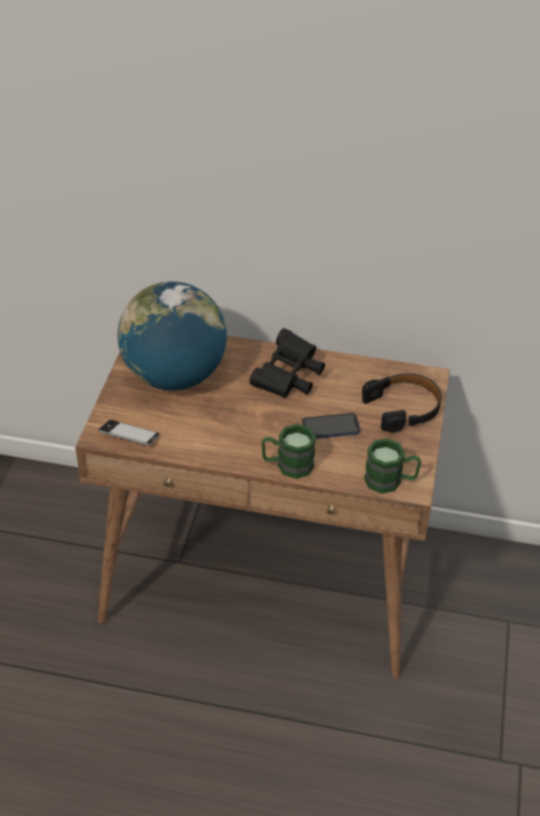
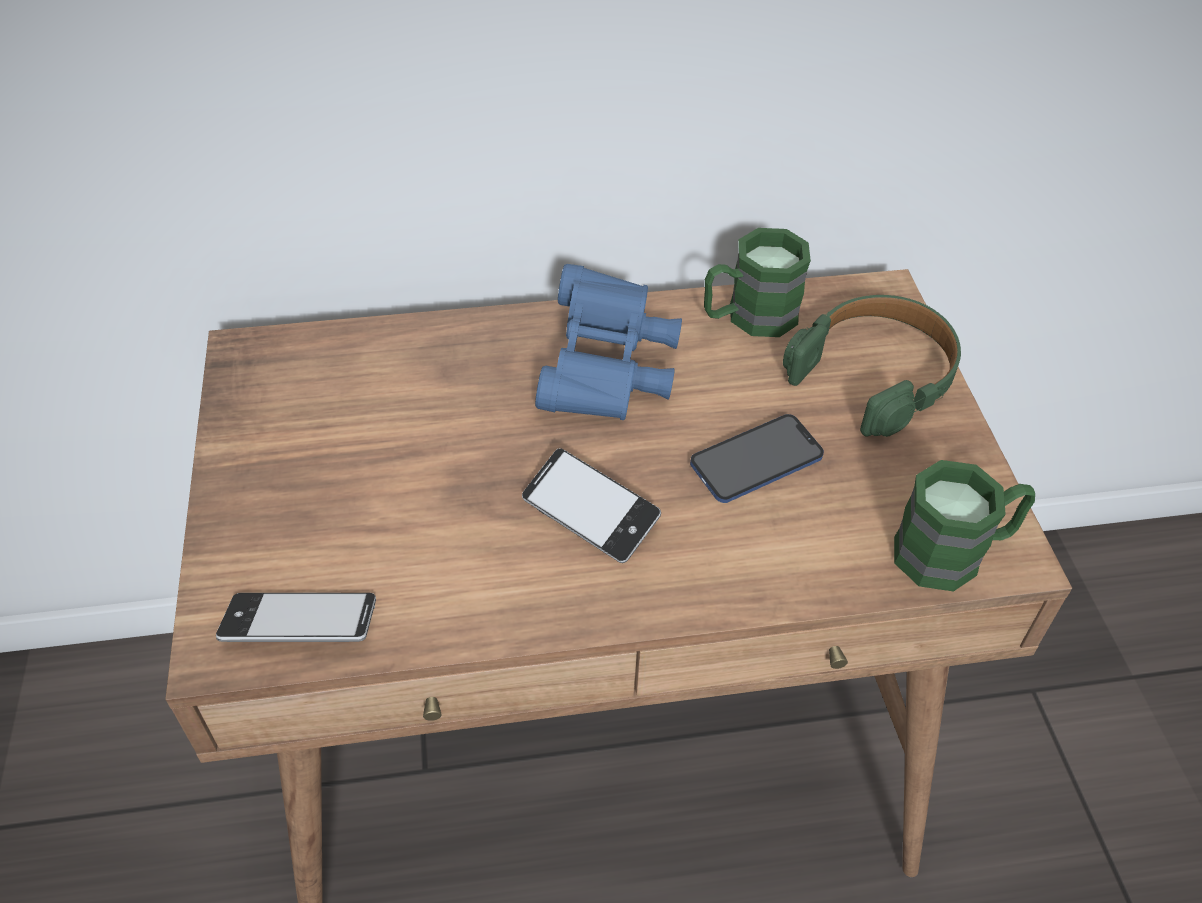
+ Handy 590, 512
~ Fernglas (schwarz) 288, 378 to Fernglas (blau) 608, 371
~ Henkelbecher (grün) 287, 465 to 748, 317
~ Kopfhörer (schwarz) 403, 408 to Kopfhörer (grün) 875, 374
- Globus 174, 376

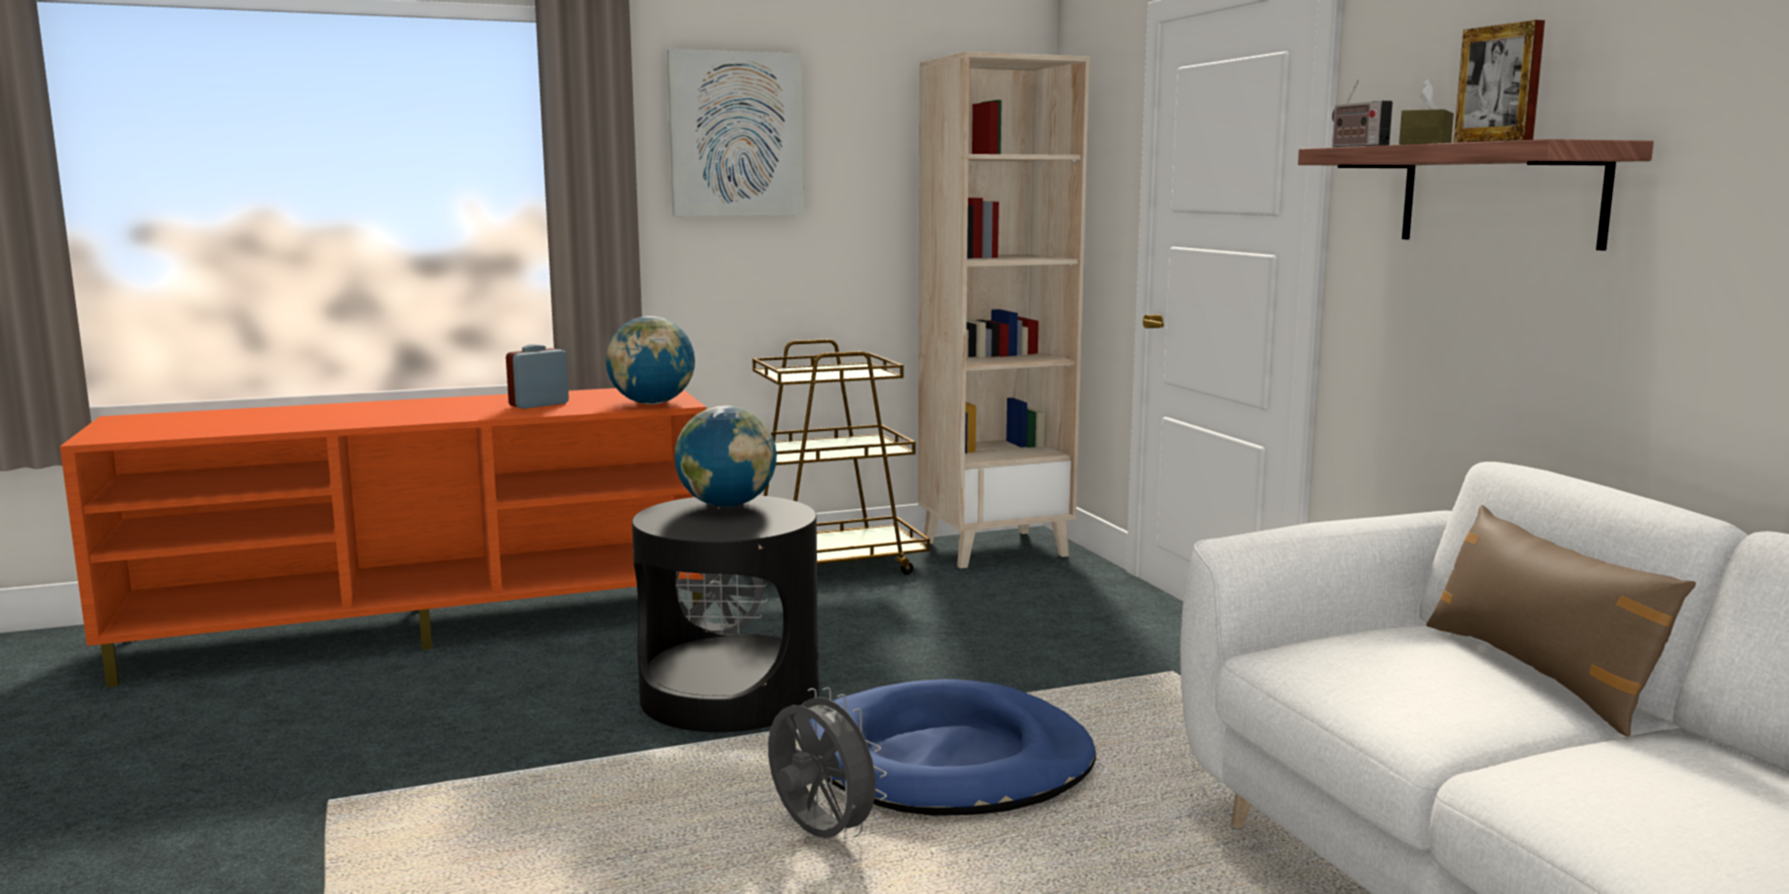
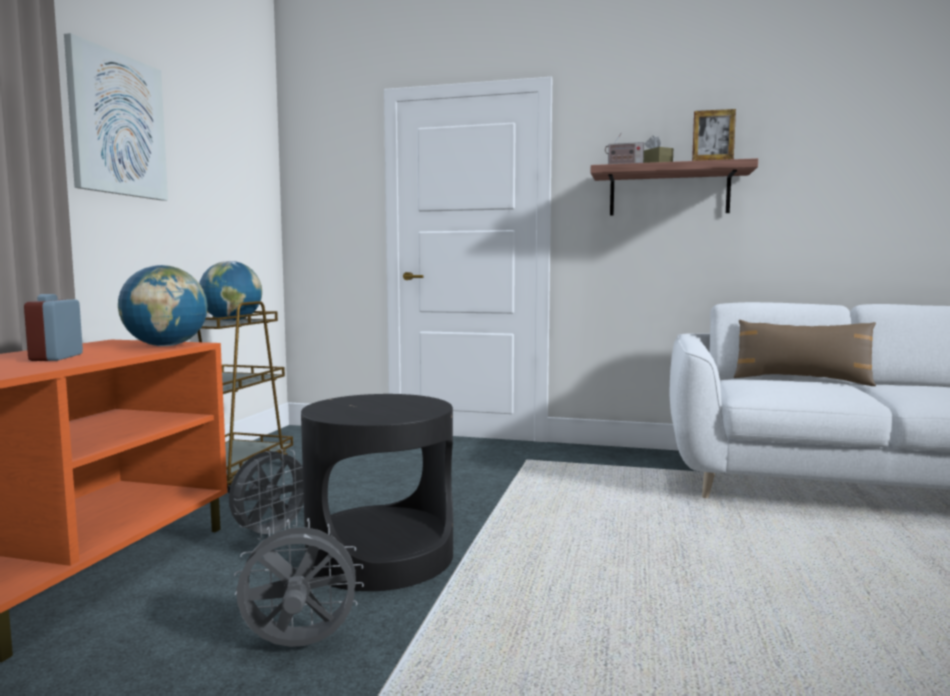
~ Globus 727, 505 to 232, 321
~ Ventilator (grau) 820, 836 to 299, 647
- Hundebett (blau) 949, 761
- Bücherregal (beige) 995, 548

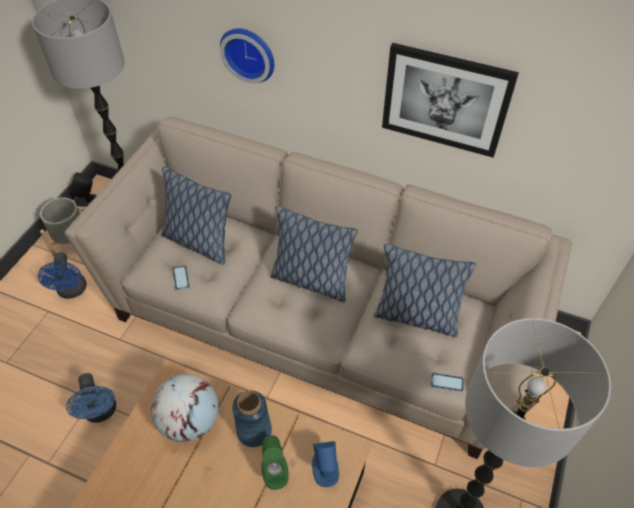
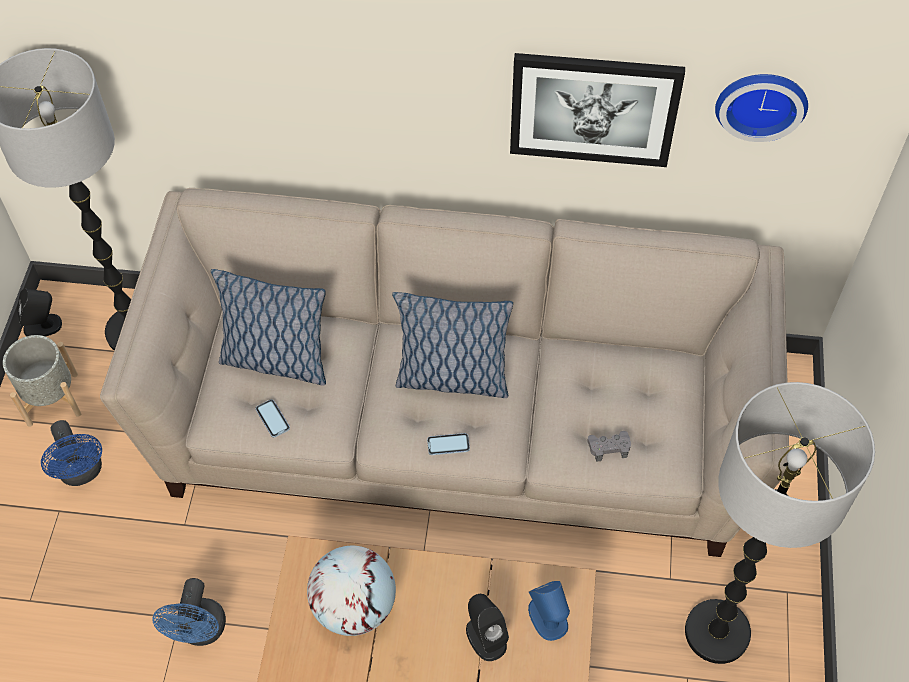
~ Ventilator (blau) 101, 412 = 200, 632 45 degrees clockwise
~ Handy 447, 383 to 448, 445
~ Lautsprecher (grün) 274, 470 to Lautsprecher (schwarz) 486, 637
+ Gamepad (grau) 609, 447
~ Wanduhr 249, 53 to 761, 101
- Vase (blau) 254, 430
- Kissen 415, 316

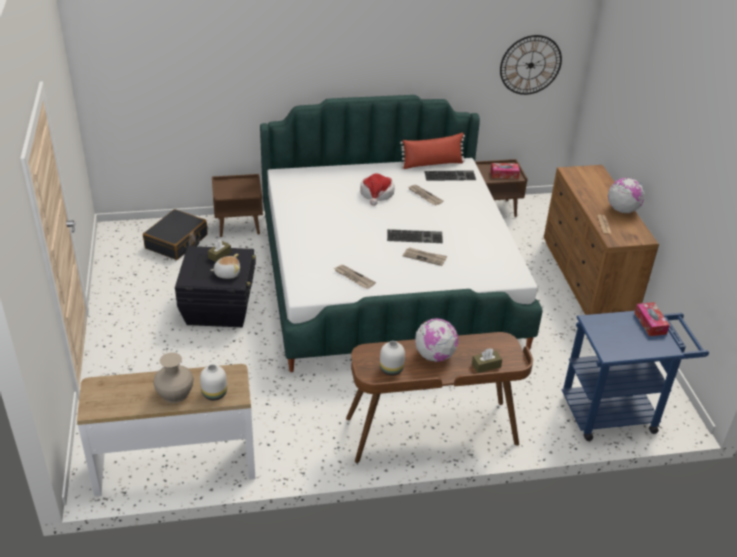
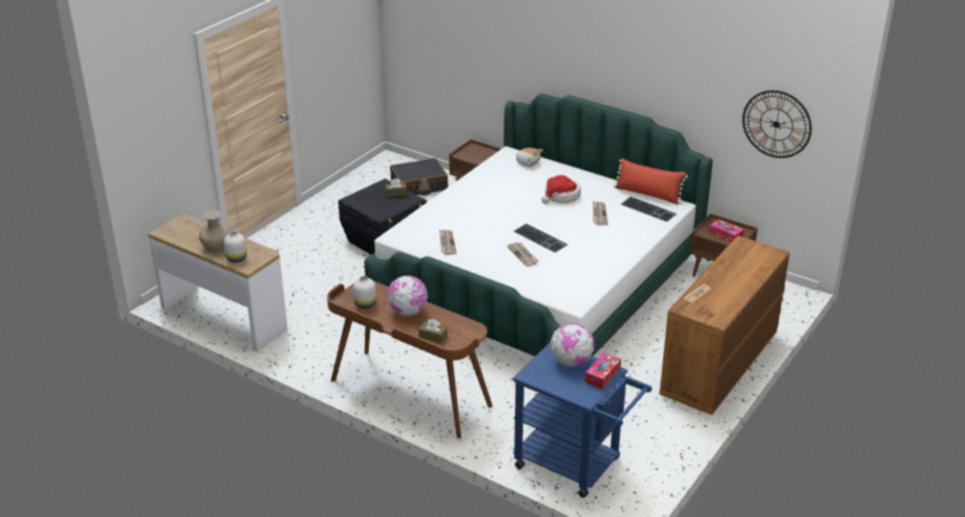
~ Plüschtier 227, 273 to 528, 163
~ Globus 622, 210 to 571, 361

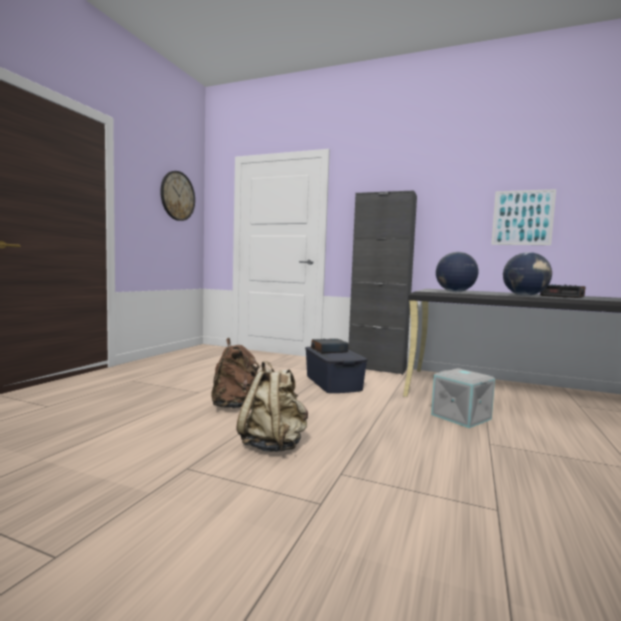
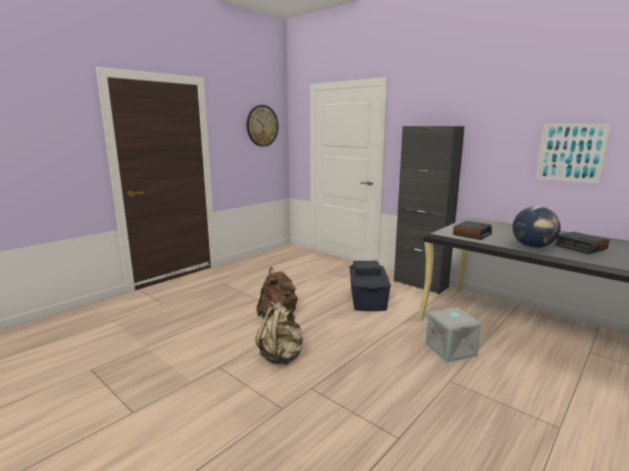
~ Globus 455, 292 to Wecker 472, 234

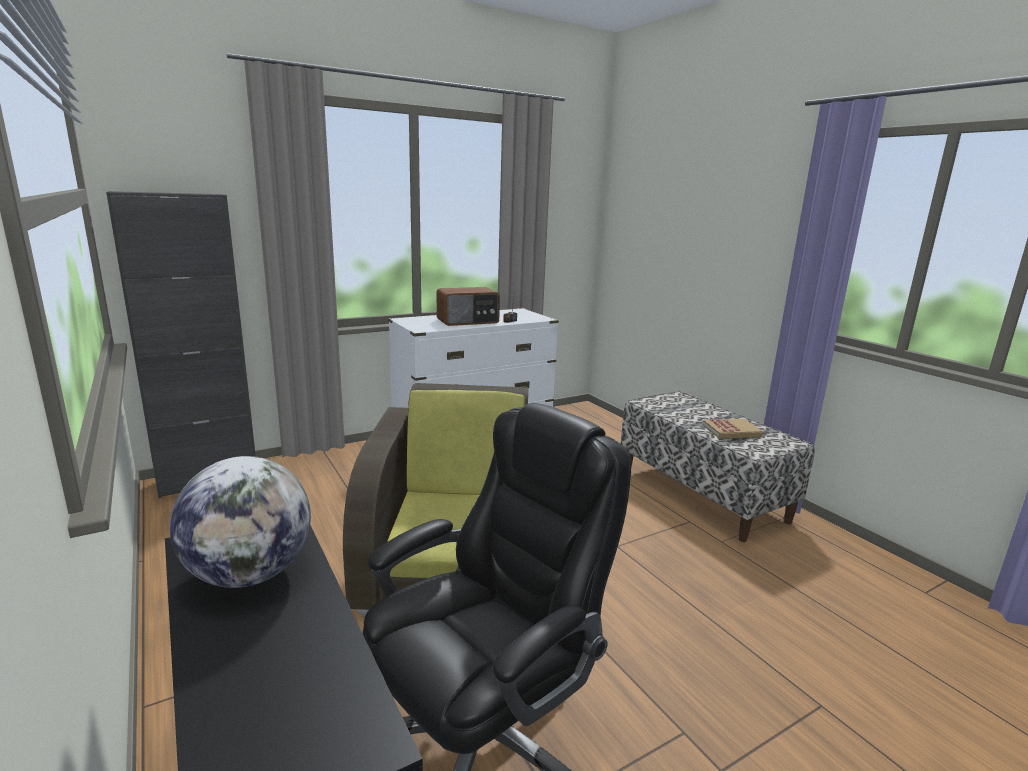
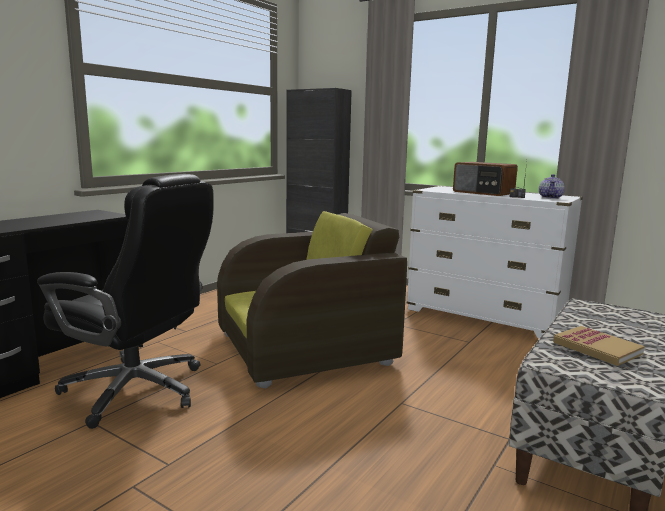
+ Teekanne 550, 197
- Globus 250, 574

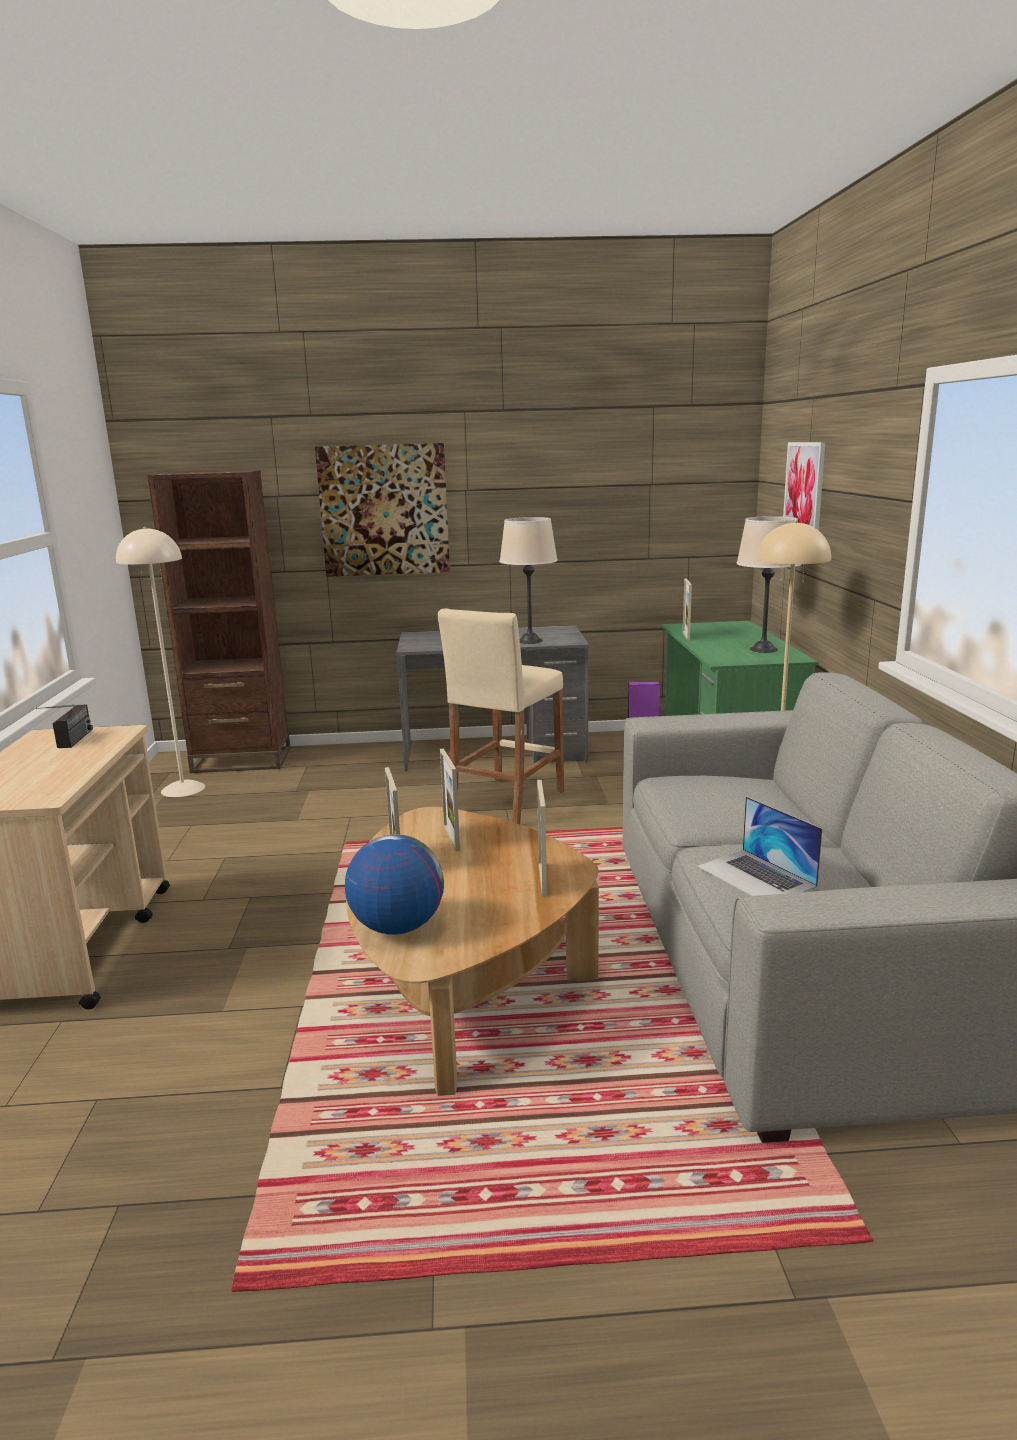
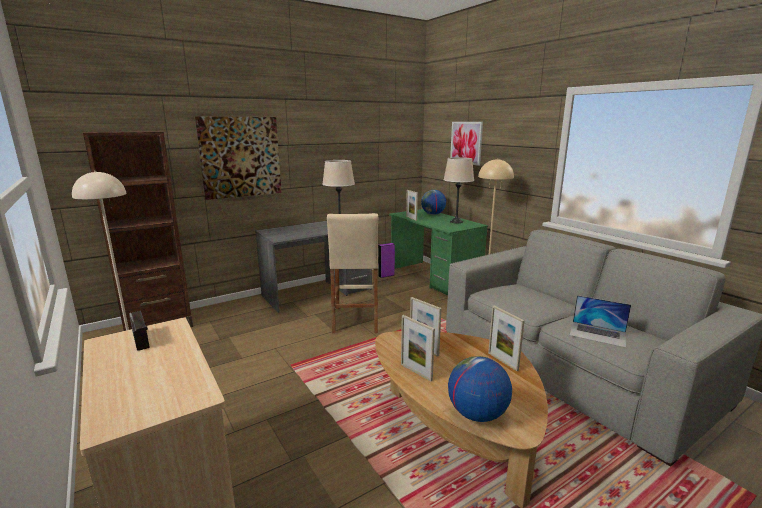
+ Globus 433, 214

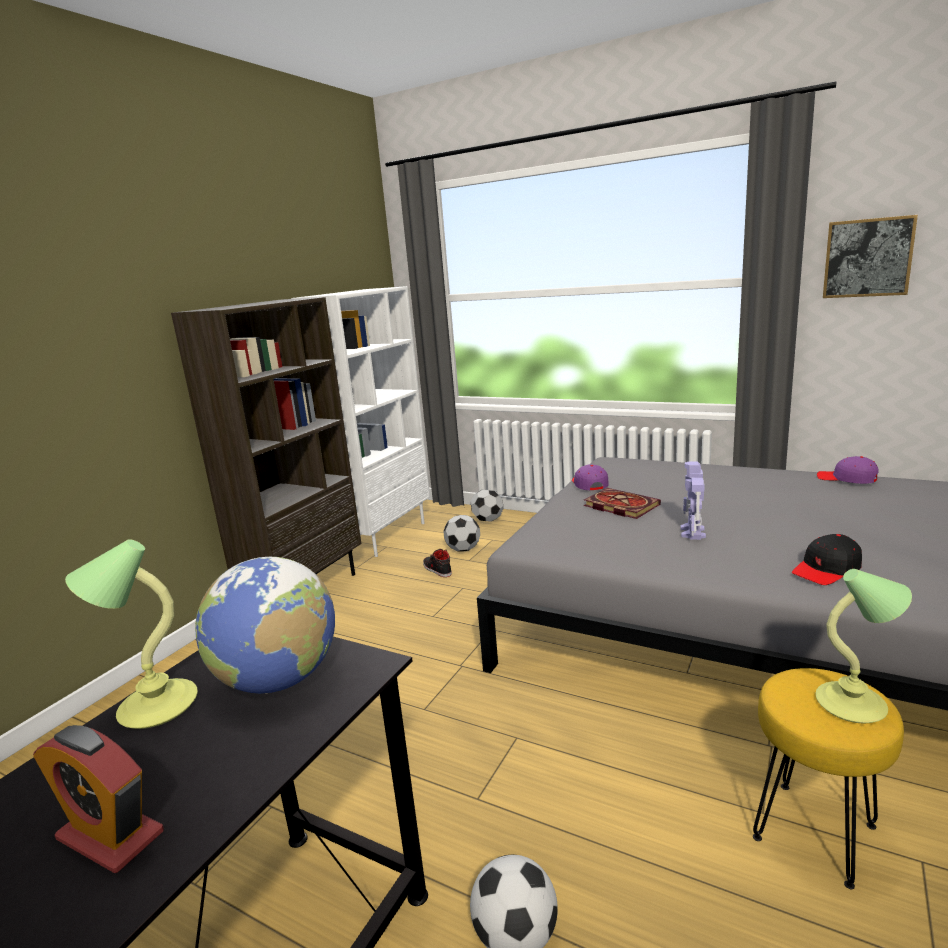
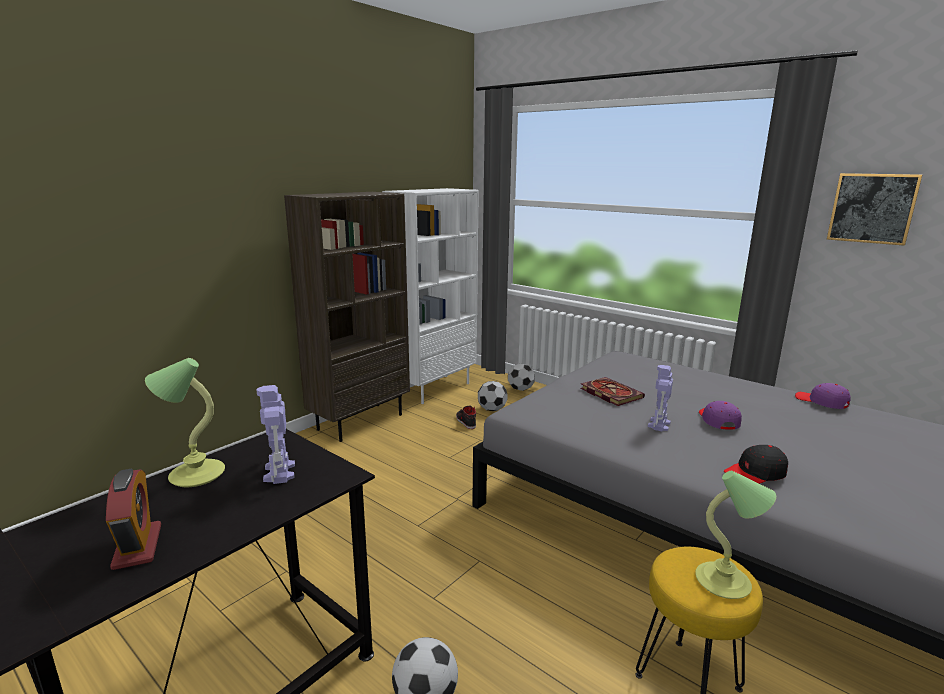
~ Wecker 110, 836 = 137, 546 150 degrees counterclockwise
~ Globus 279, 679 to Spielzeugroboter 279, 473
~ Kappe (lila) 589, 484 to 718, 420

